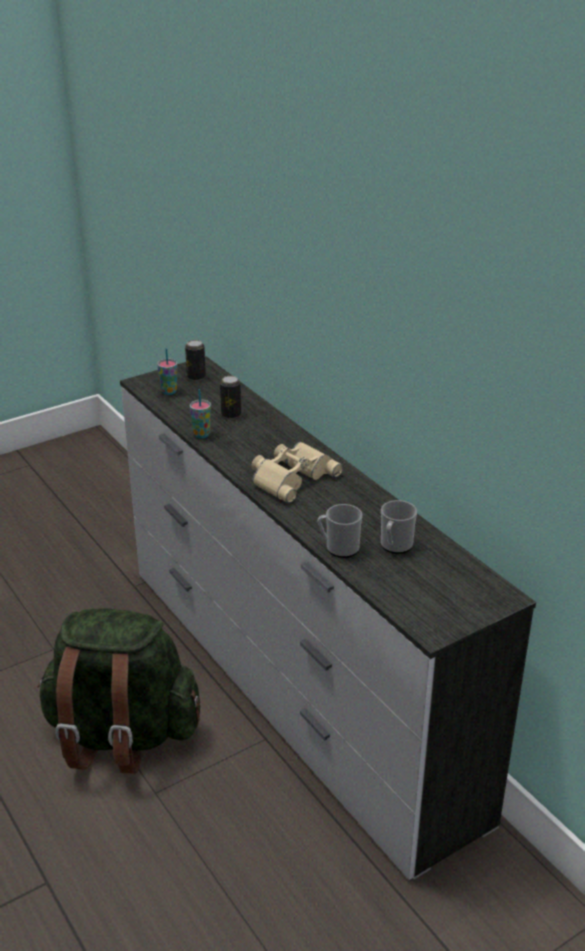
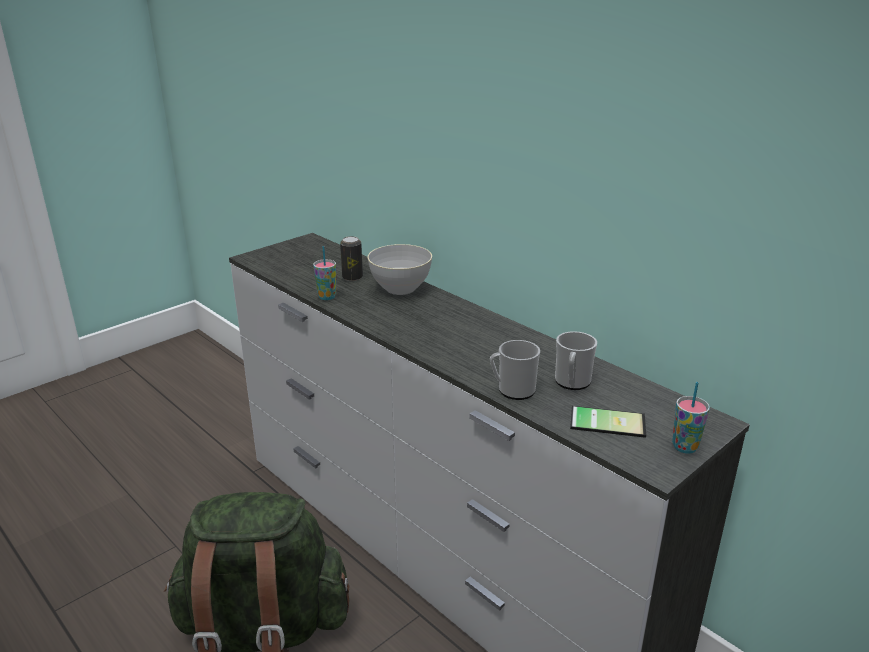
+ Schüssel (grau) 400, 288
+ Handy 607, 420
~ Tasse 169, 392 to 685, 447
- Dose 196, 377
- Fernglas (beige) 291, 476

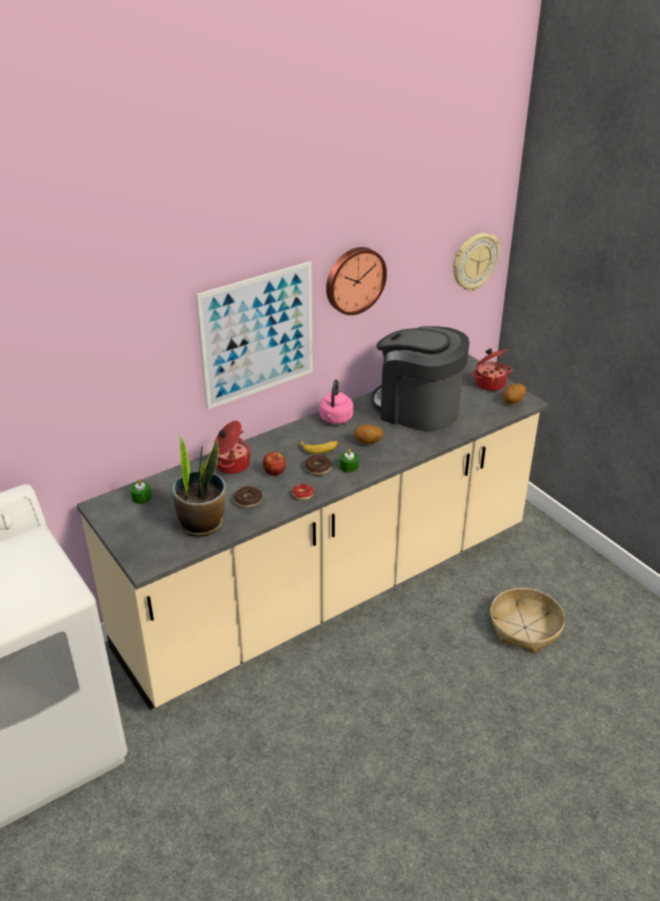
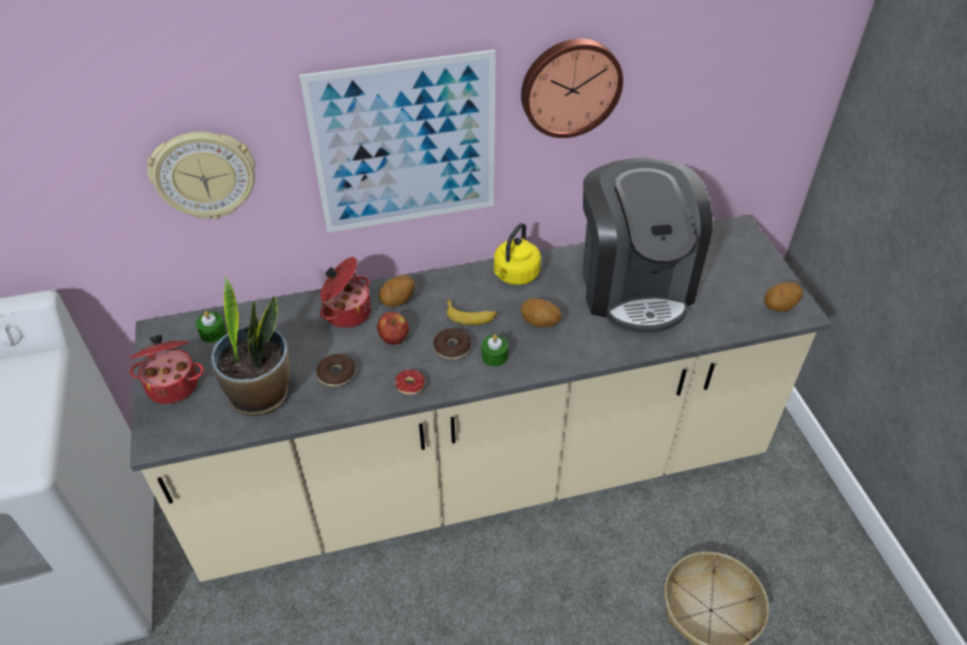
~ Kochtopf 489, 383 to 173, 384
~ Wanduhr 474, 261 to 204, 175
+ Kartoffel 398, 301
~ Wasserkessel (rosa) 335, 419 to Wasserkessel (gelb) 515, 275
~ Kaffeemaschine 417, 409 = 634, 286 150 degrees counterclockwise

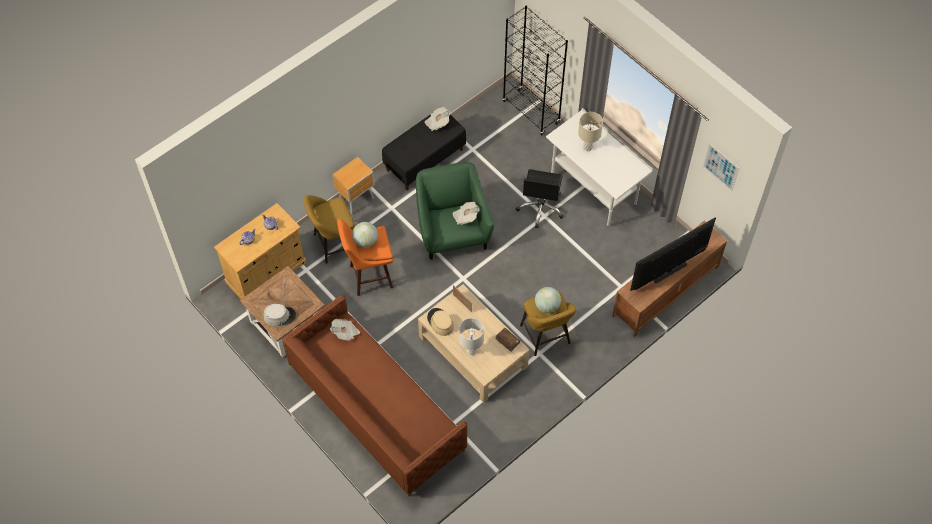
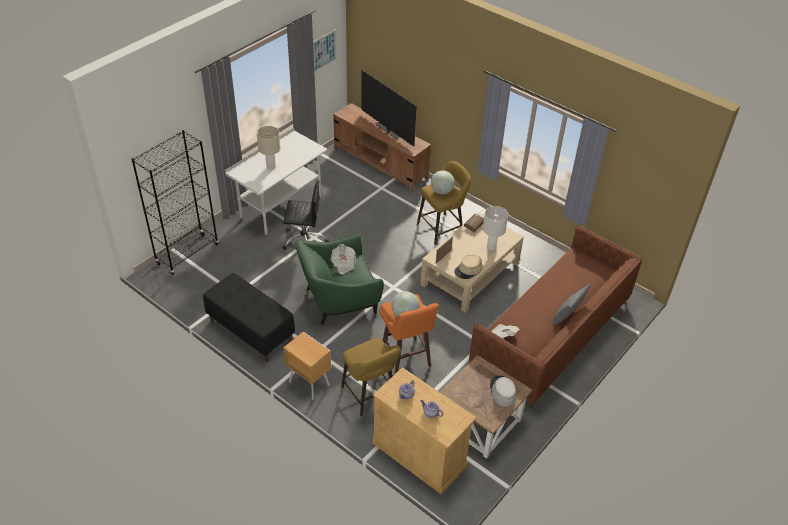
+ Kissen (grau) 567, 317
- Zeitung 437, 123

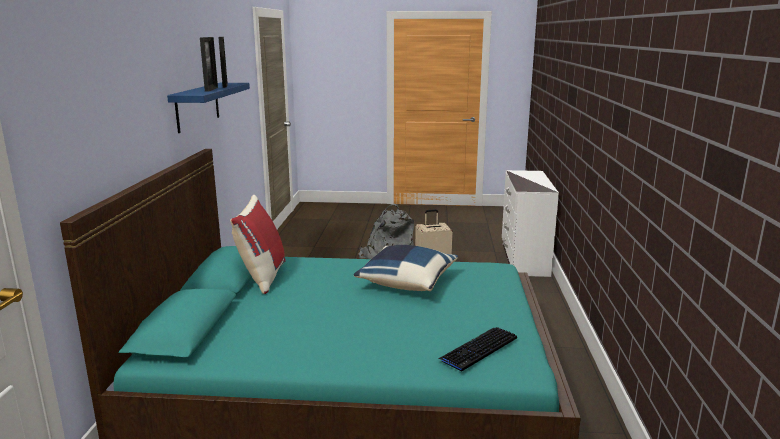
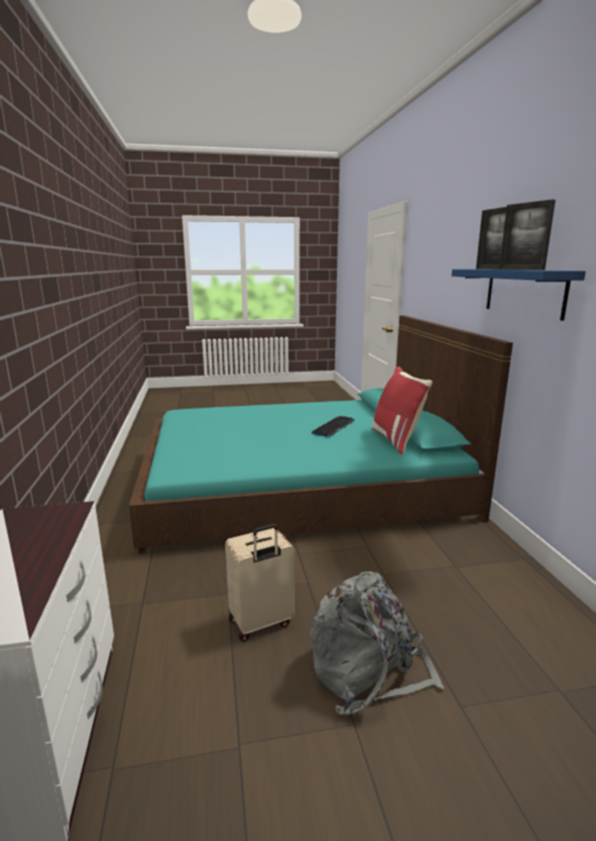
~ Tastatur 478, 349 to 334, 427
- Kissen (blau) 406, 282

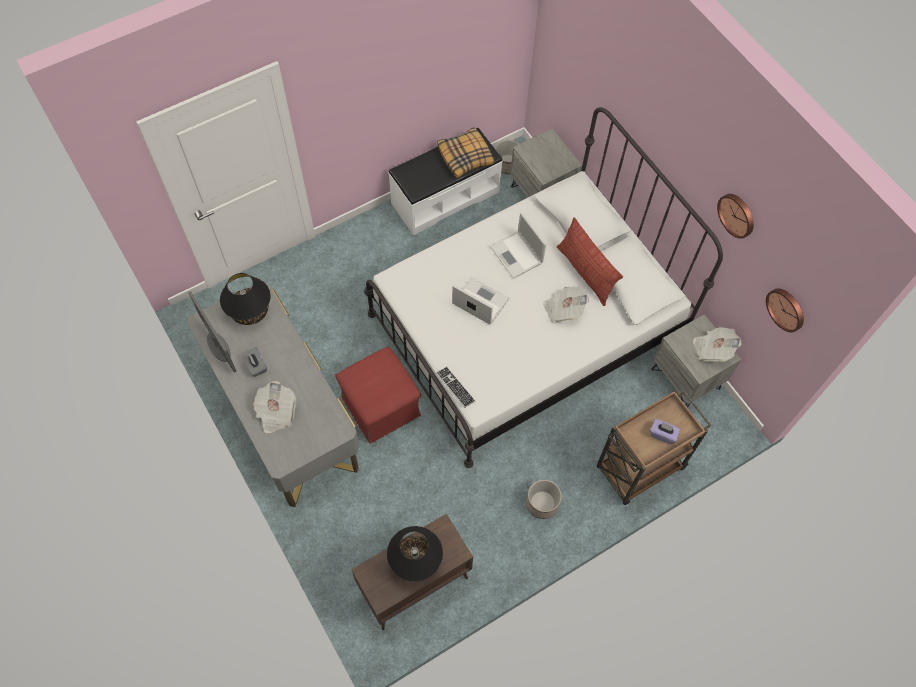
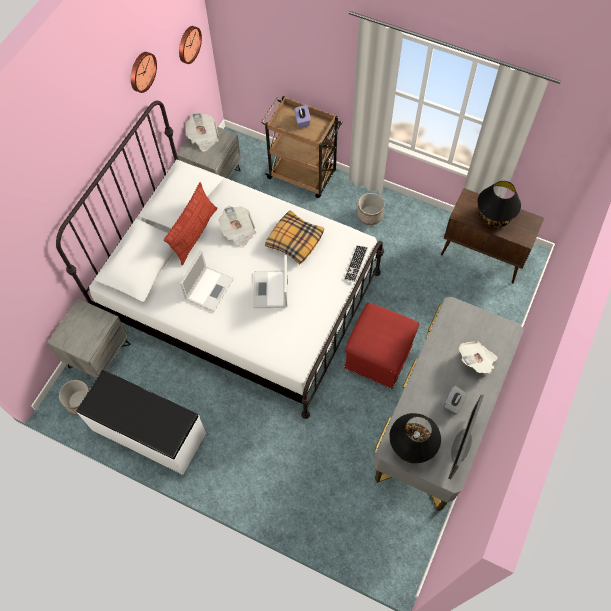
~ Kissen 465, 156 to 294, 240

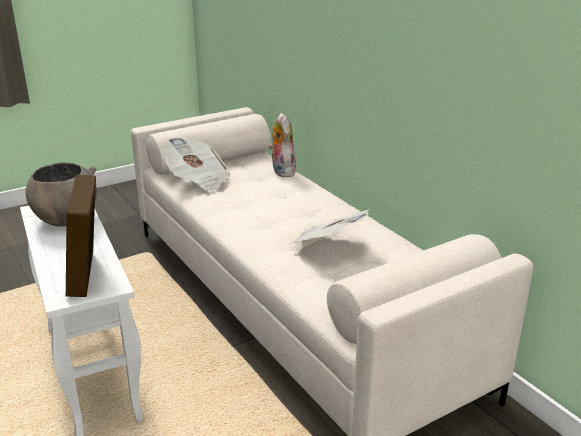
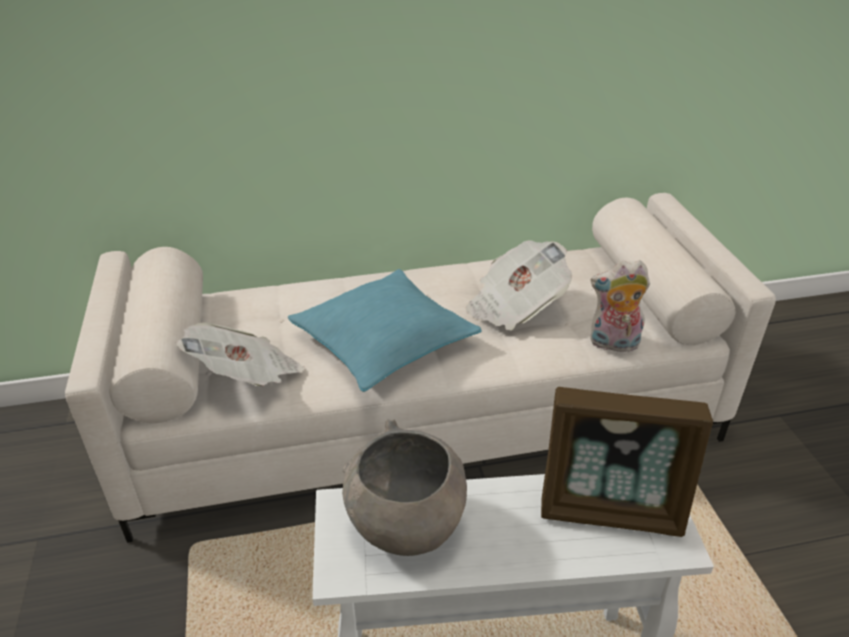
+ Kissen (türkis) 384, 341
~ Plüschtier 281, 171 to 613, 344

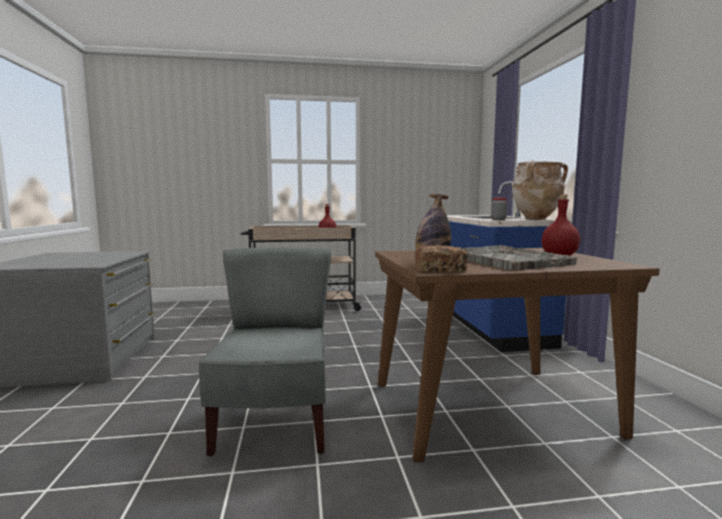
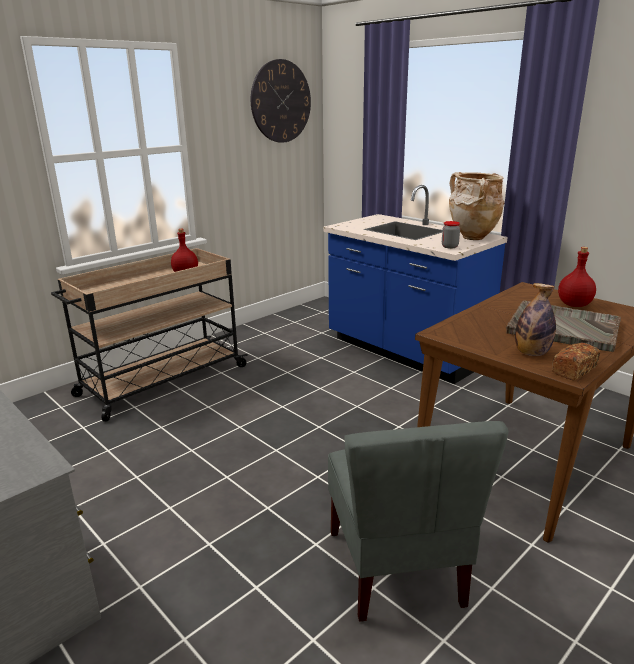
+ Wanduhr 281, 101
~ Stuhl (grau) 275, 424 = 397, 568 150 degrees counterclockwise

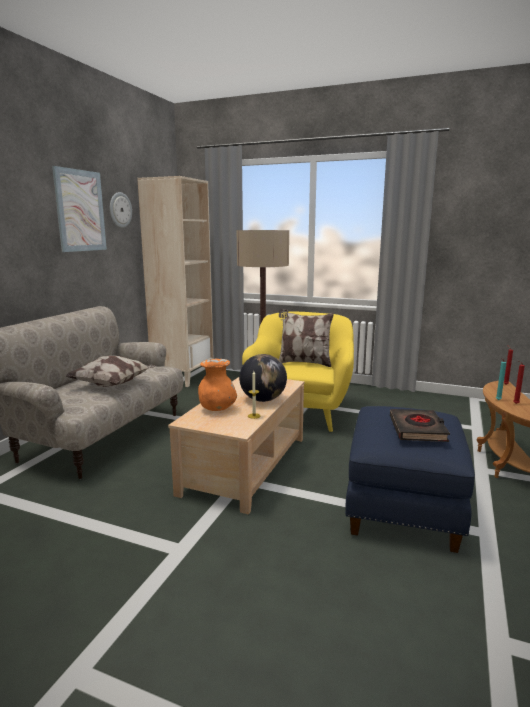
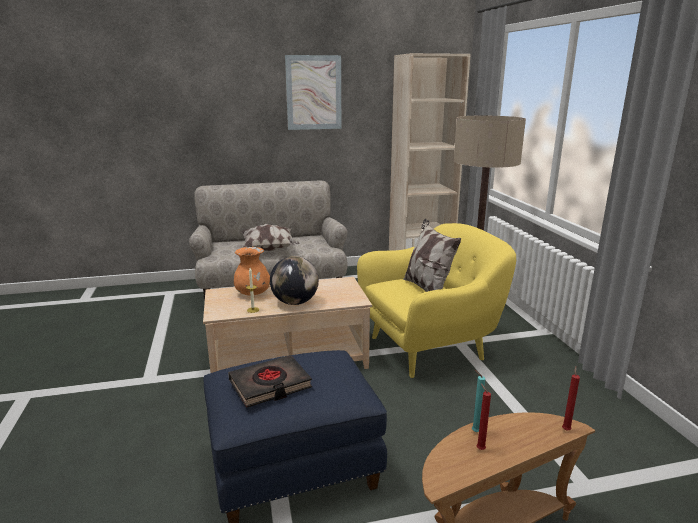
- Wanduhr 120, 210

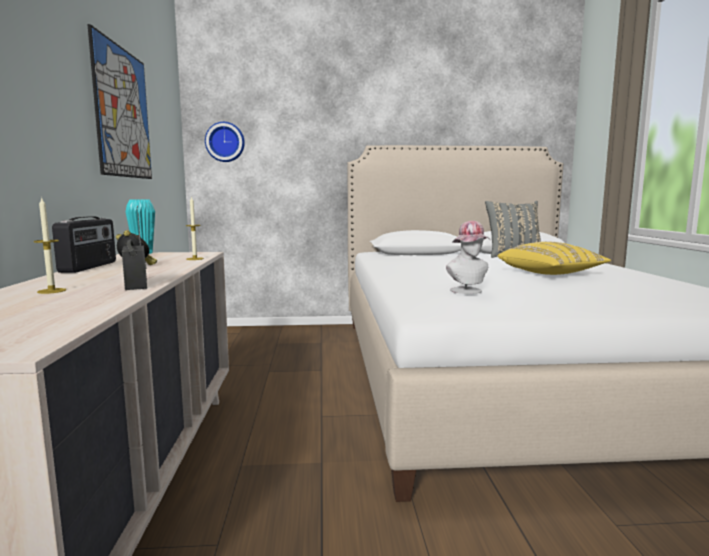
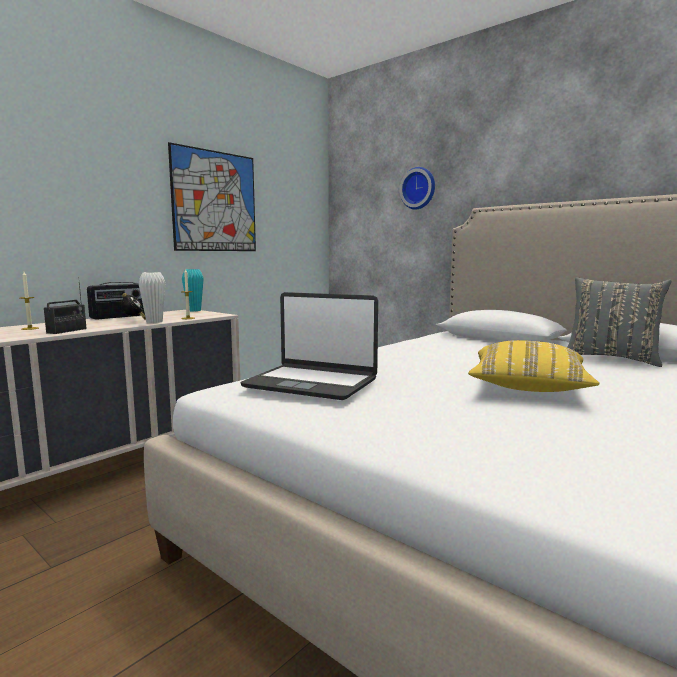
+ Vase (weiß) 154, 322
~ Hut 468, 291 to Laptop 311, 383
~ Wanduhr 225, 142 to 419, 188

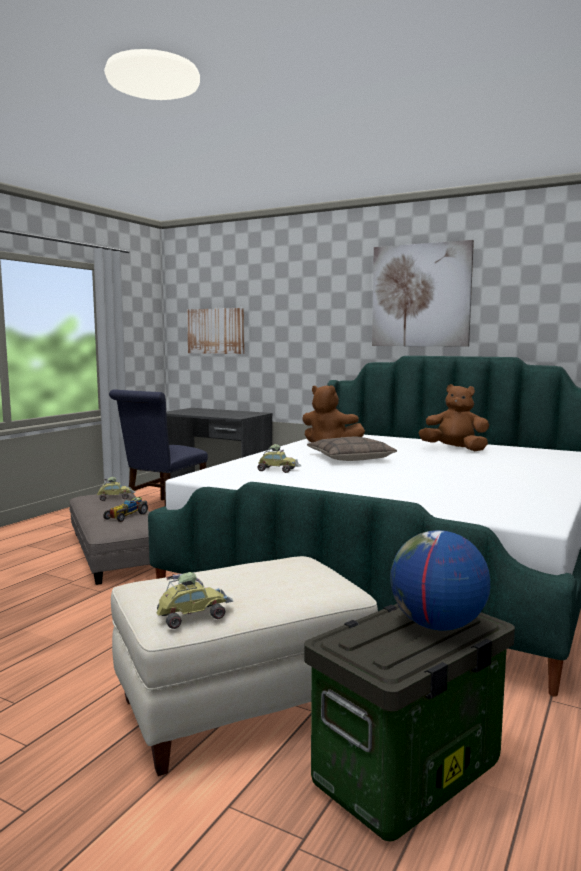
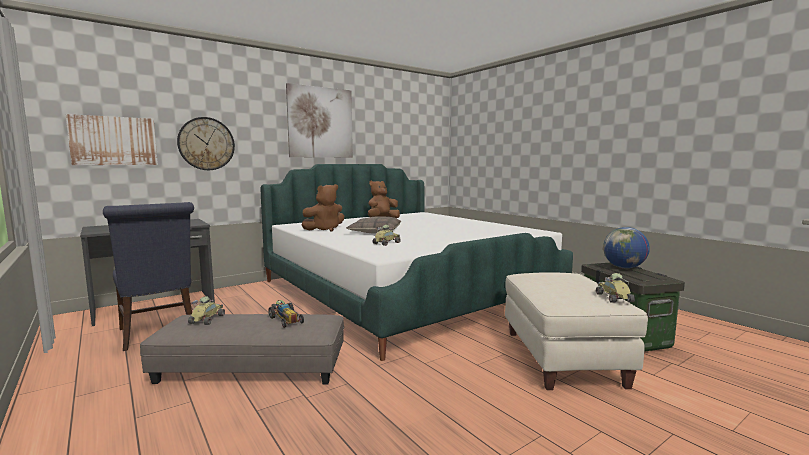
+ Wanduhr 206, 144

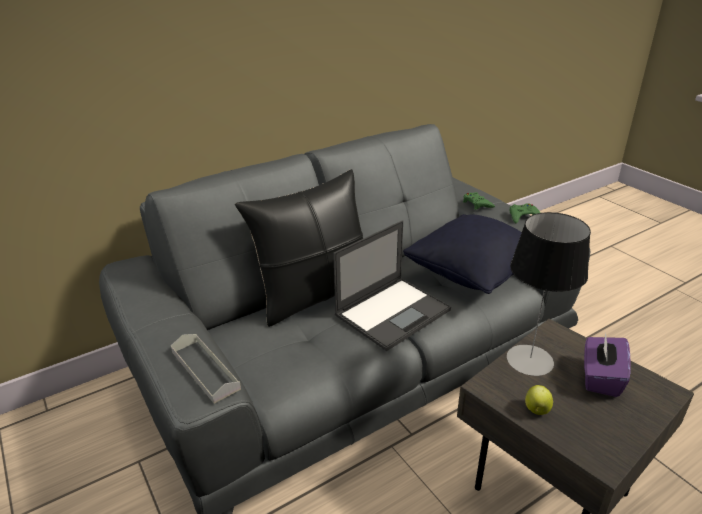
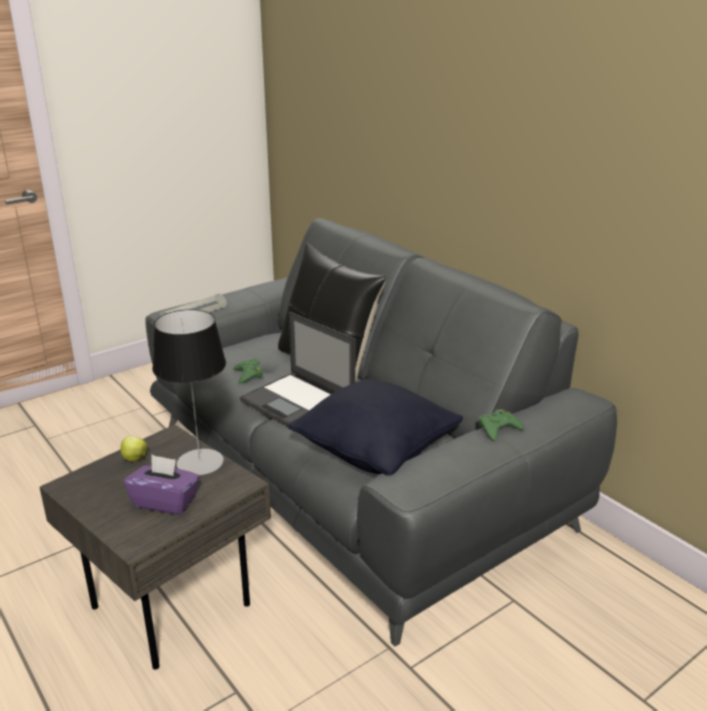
~ Gamepad (grün) 523, 216 to 248, 374

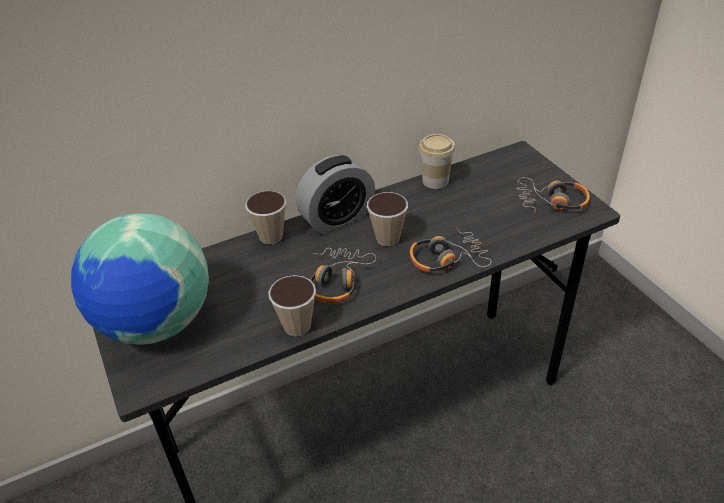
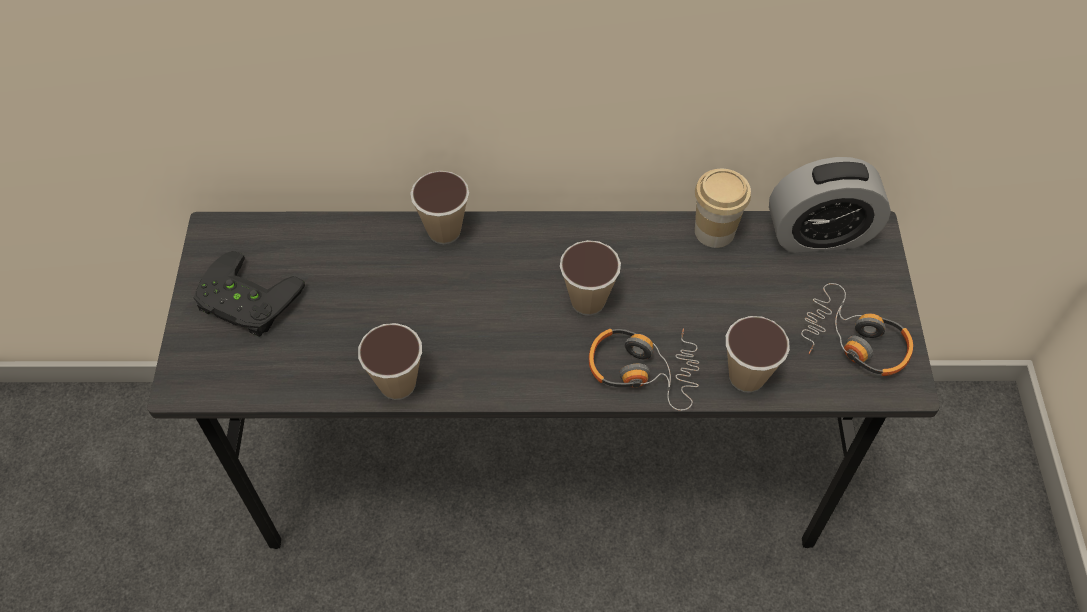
~ Globus 156, 323 to Gamepad (schwarz) 244, 303
+ Tasse 746, 377
~ Wecker 337, 218 to 819, 235
- Kopfhörer 337, 280

